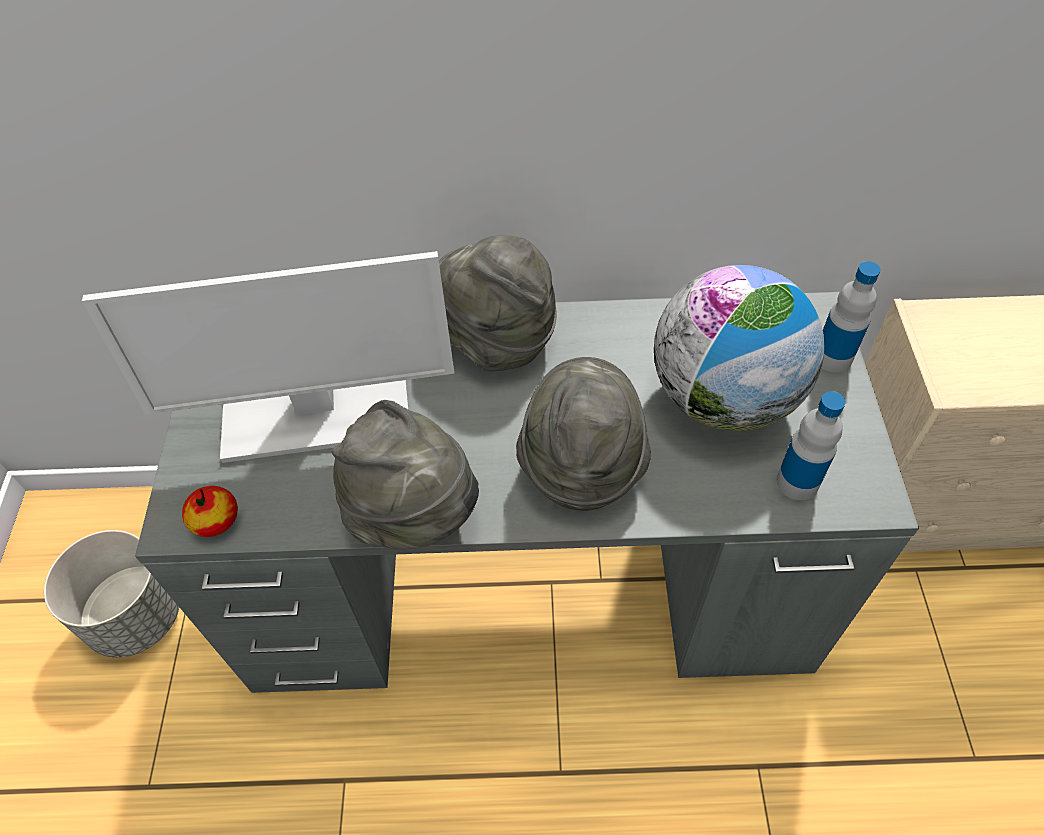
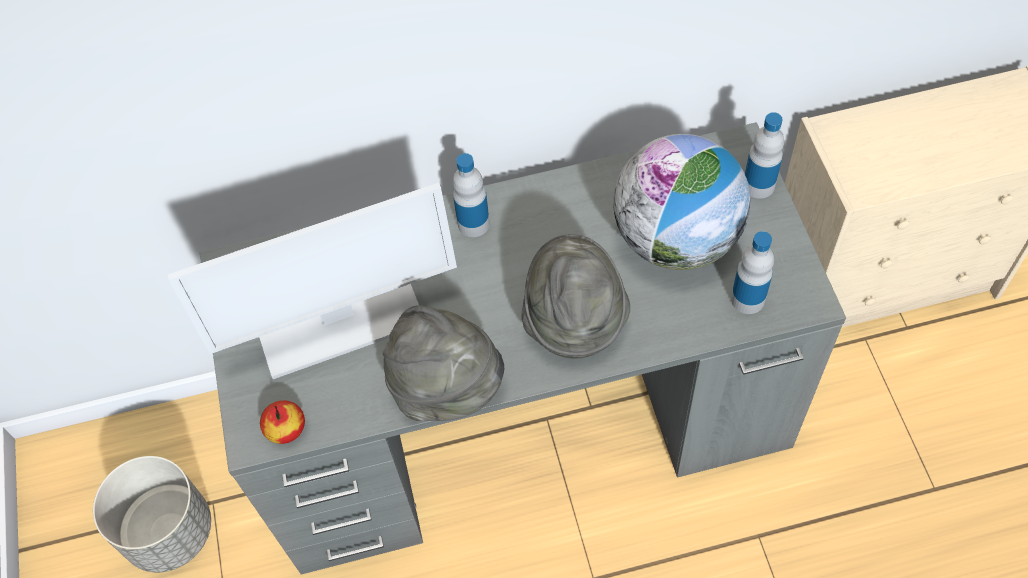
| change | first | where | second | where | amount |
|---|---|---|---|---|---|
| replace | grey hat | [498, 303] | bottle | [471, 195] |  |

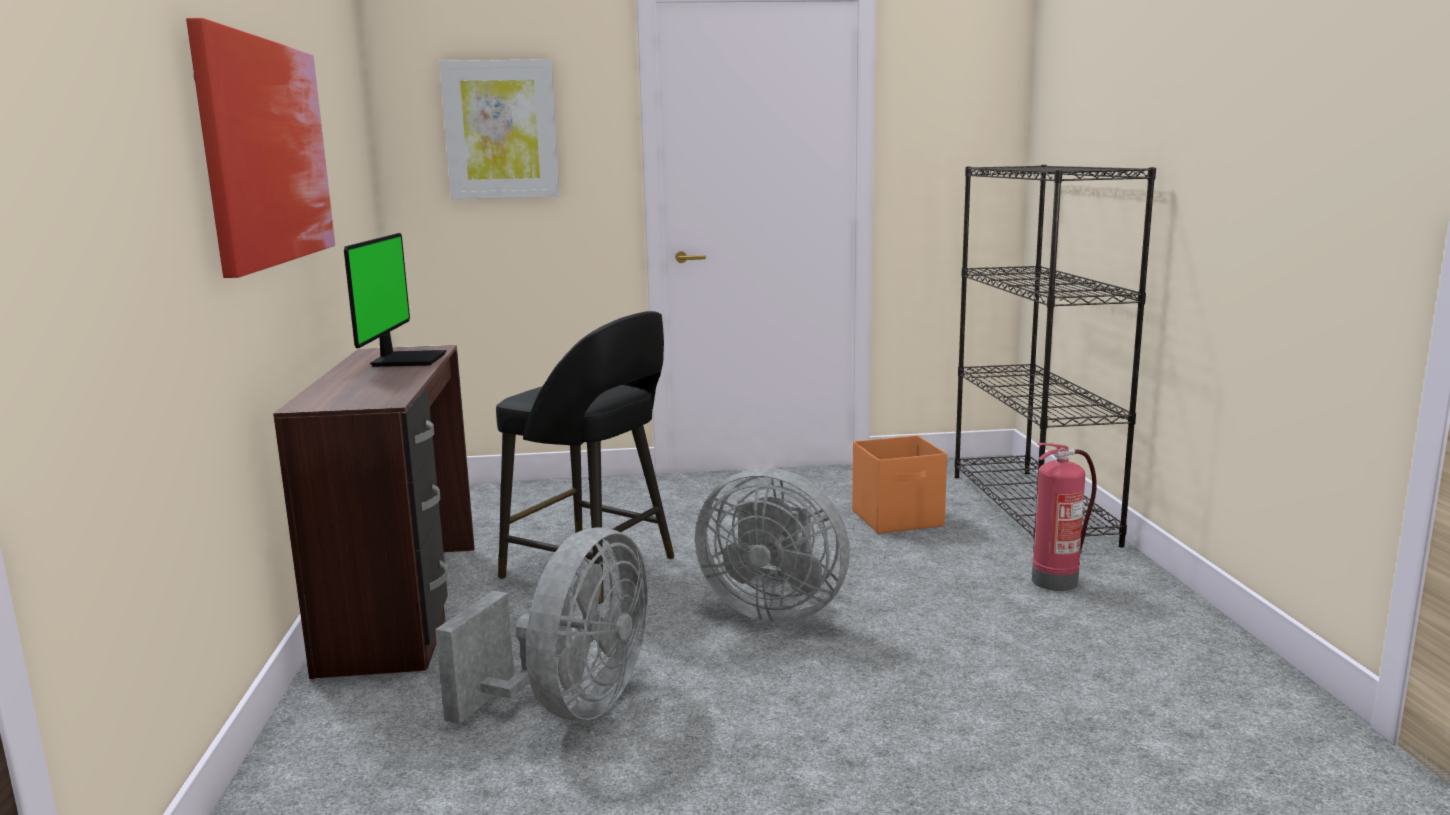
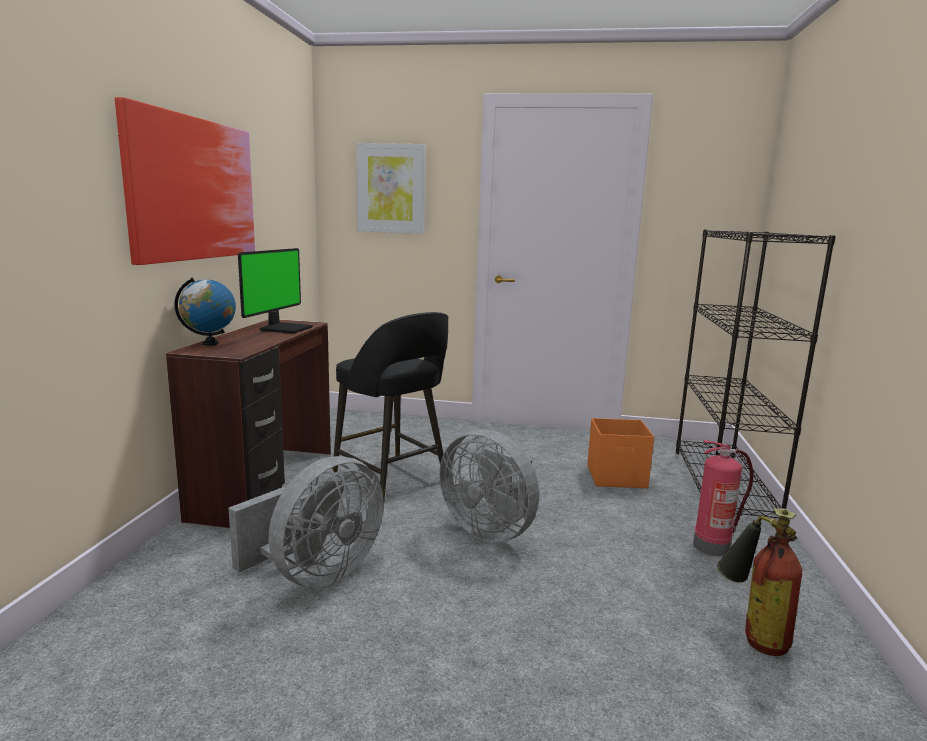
| change | first | where | second | where | amount |
|---|---|---|---|---|---|
| insert |  |  | globe | [205, 311] |  |
| insert |  |  | fire extinguisher | [759, 582] |  |

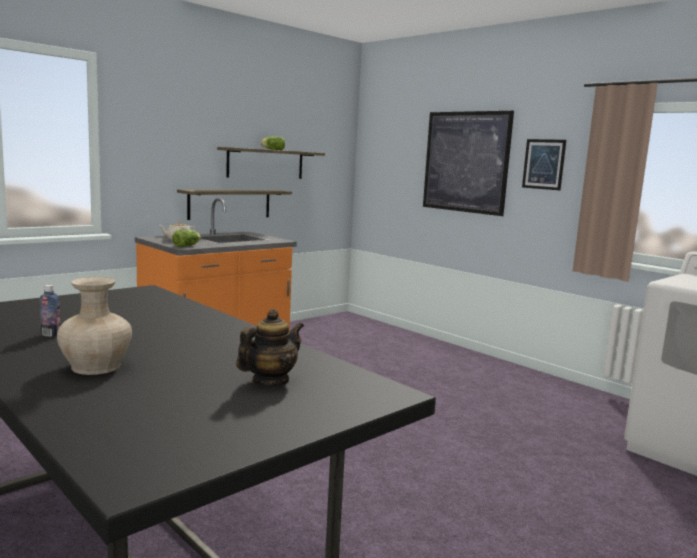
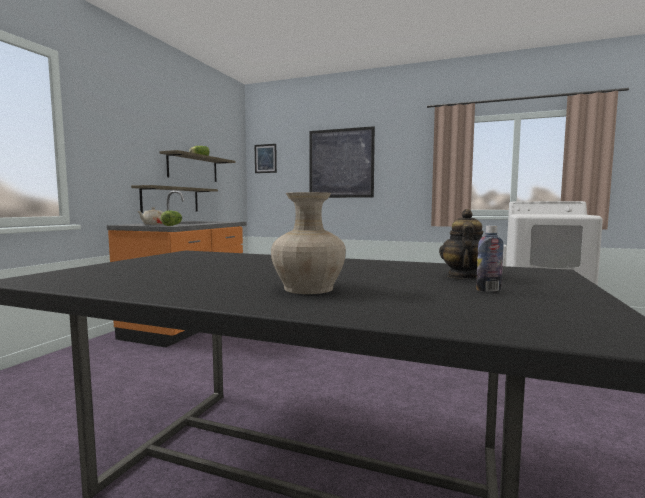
| change | first | where | second | where | amount |
|---|---|---|---|---|---|
| move | picture | [544, 164] |  | [266, 158] |  |
| move | bottle | [50, 311] |  | [490, 259] |  |

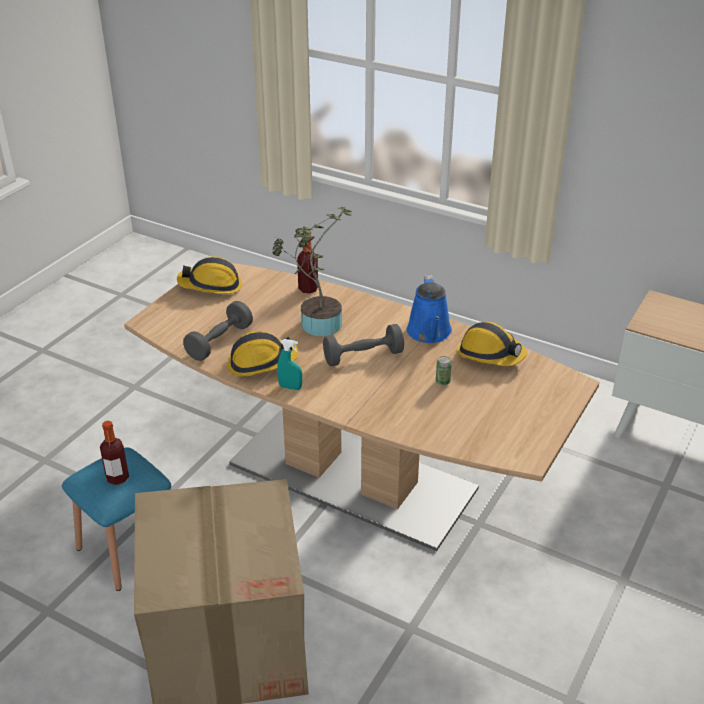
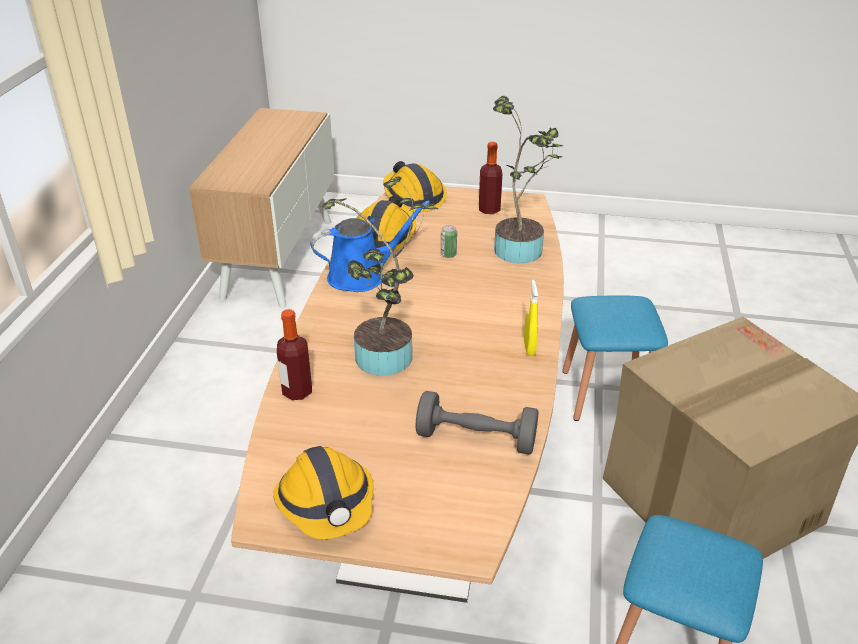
| change | first | where | second | where | amount |
|---|---|---|---|---|---|
| move | hard hat | [263, 353] |  | [415, 186] |  |
| move | bottle | [114, 453] |  | [490, 178] |  |
| insert |  |  | potted plant | [528, 179] |  |
| recolor | turquoise spray bottle | [289, 364] | yellow spray bottle | [531, 318] |  |
| insert |  |  | blue stool | [615, 358] |  |
| delete | grey dumbbell | [363, 345] |  |  |  |

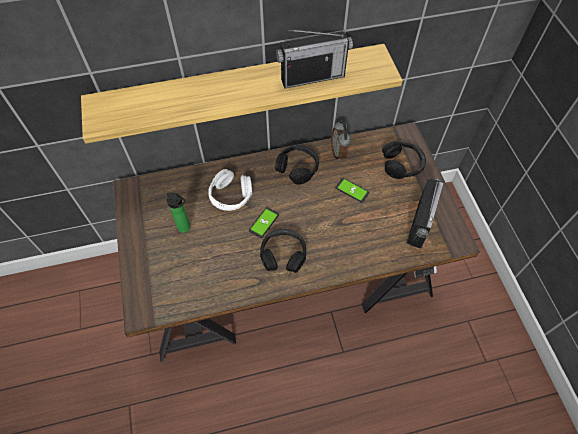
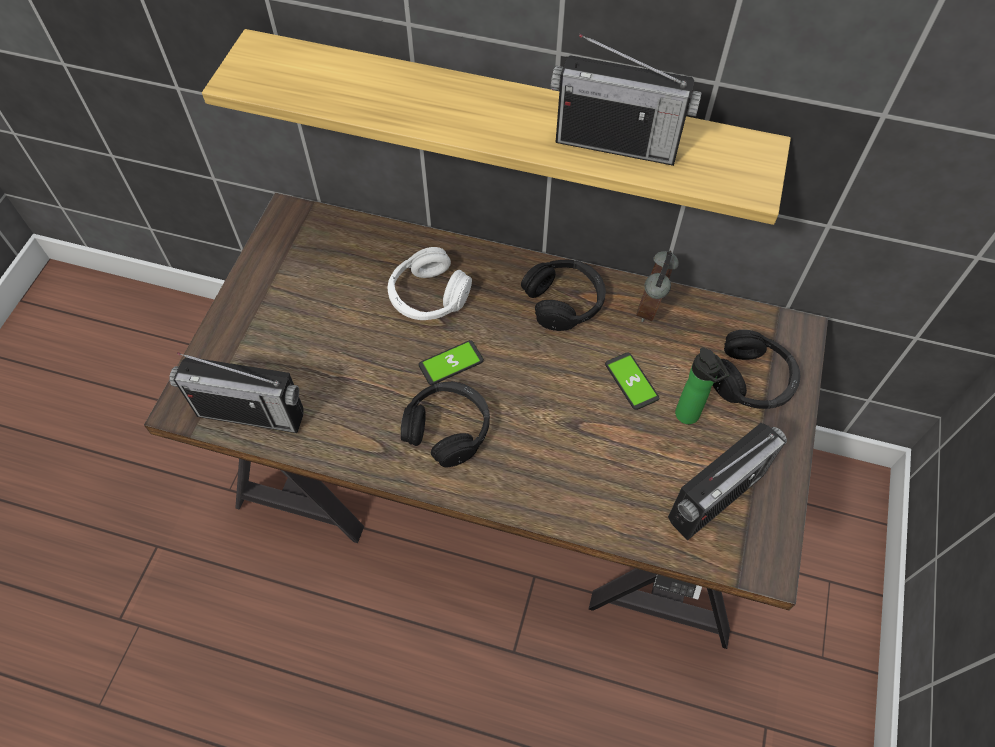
| change | first | where | second | where | amount |
|---|---|---|---|---|---|
| insert |  |  | radio | [236, 392] |  |
| move | bottle | [179, 212] |  | [702, 385] |  |

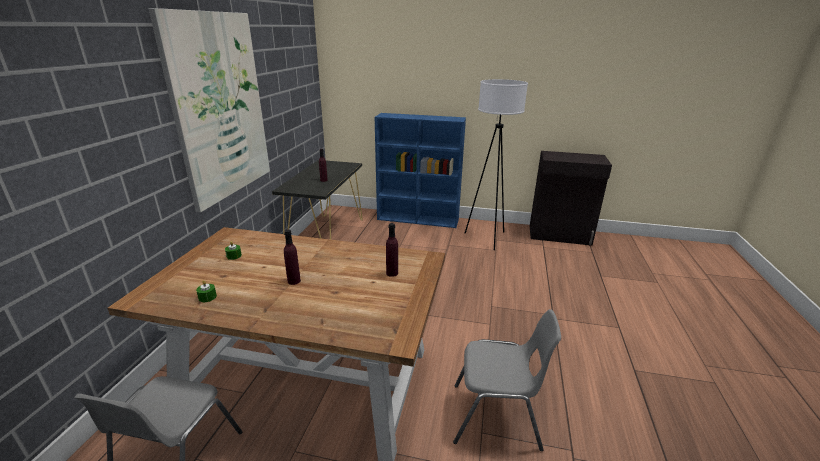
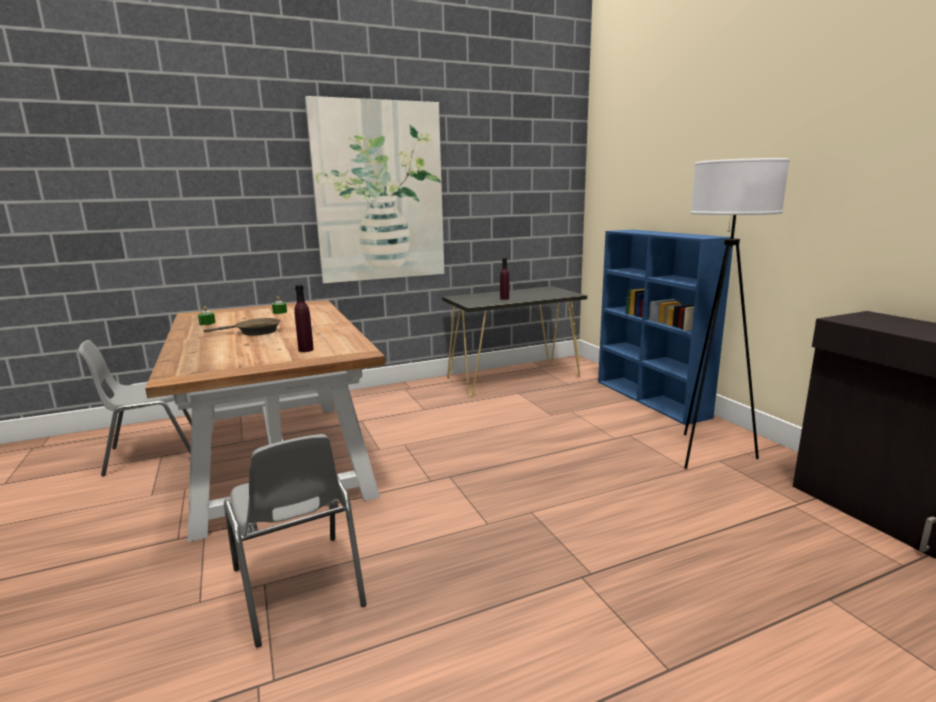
| change | first | where | second | where | amount |
|---|---|---|---|---|---|
| replace | purple bottle | [292, 257] | brown frying pan | [242, 327] |  |

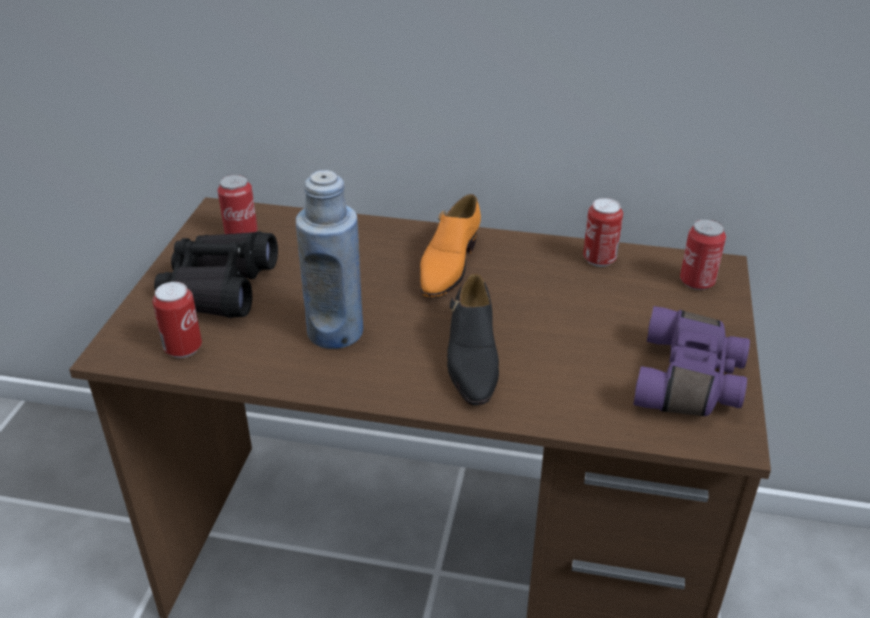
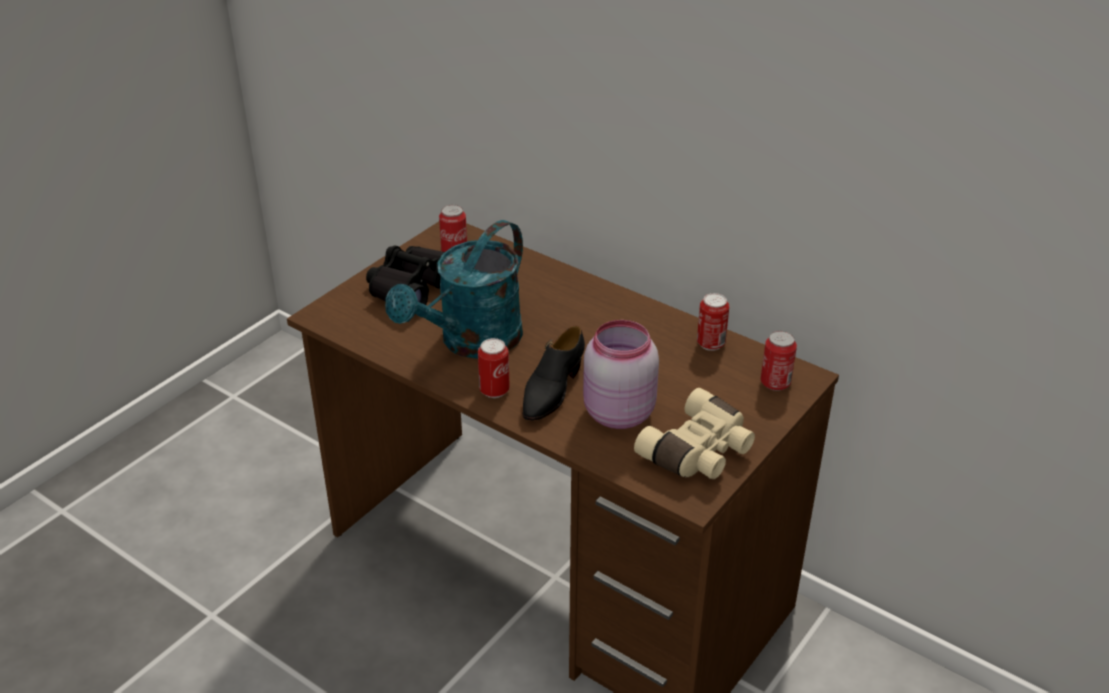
| change | first | where | second | where | amount |
|---|---|---|---|---|---|
| replace | blue bottle | [329, 259] | turquoise watering can | [454, 289] |  |
| move | can | [177, 320] |  | [494, 368] |  |
| insert |  |  | pink jar | [621, 374] |  |
| recolor | purple binoculars | [691, 361] | beige binoculars | [694, 433] |  |
| delete | orange shoe | [450, 245] |  |  |  |

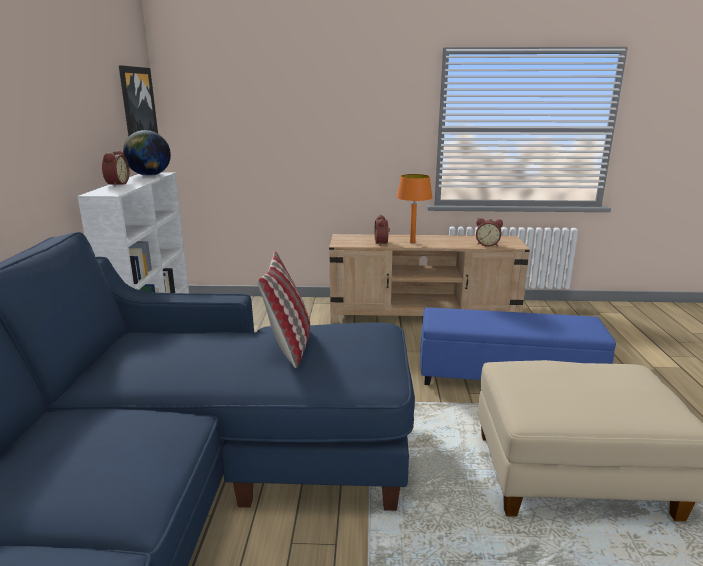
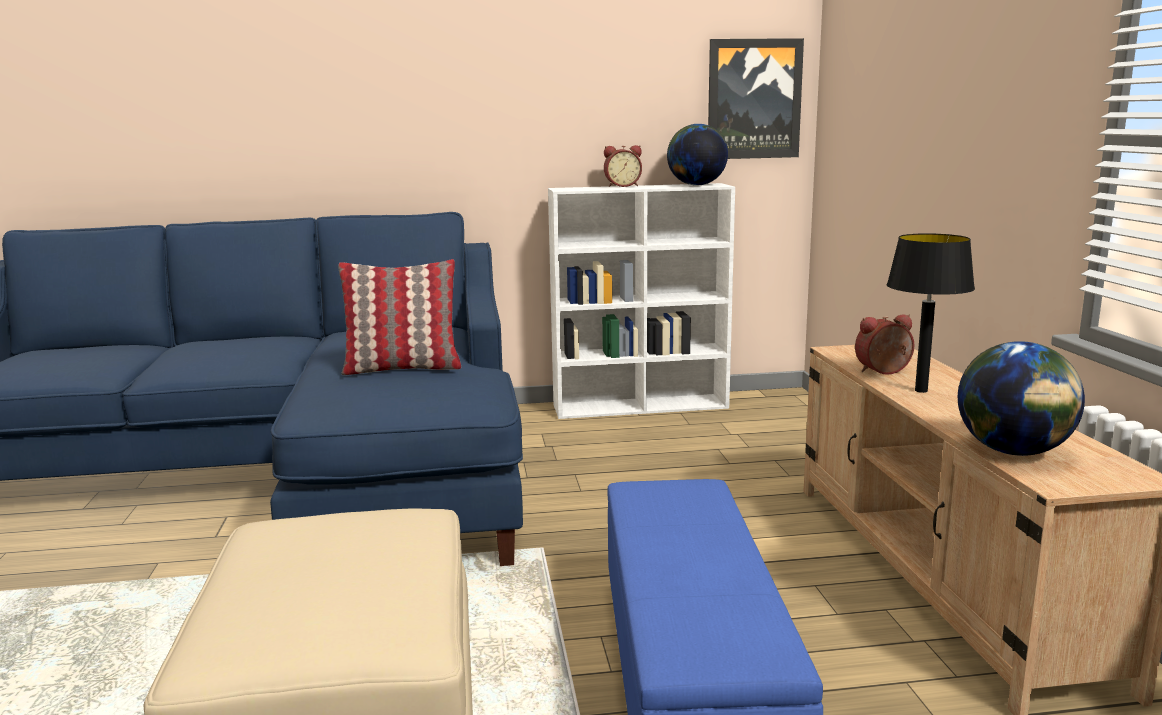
| change | first | where | second | where | amount |
|---|---|---|---|---|---|
| recolor | orange table lamp | [415, 209] | black table lamp | [931, 313] |  |
| replace | alarm clock | [489, 232] | globe | [1021, 398] |  |

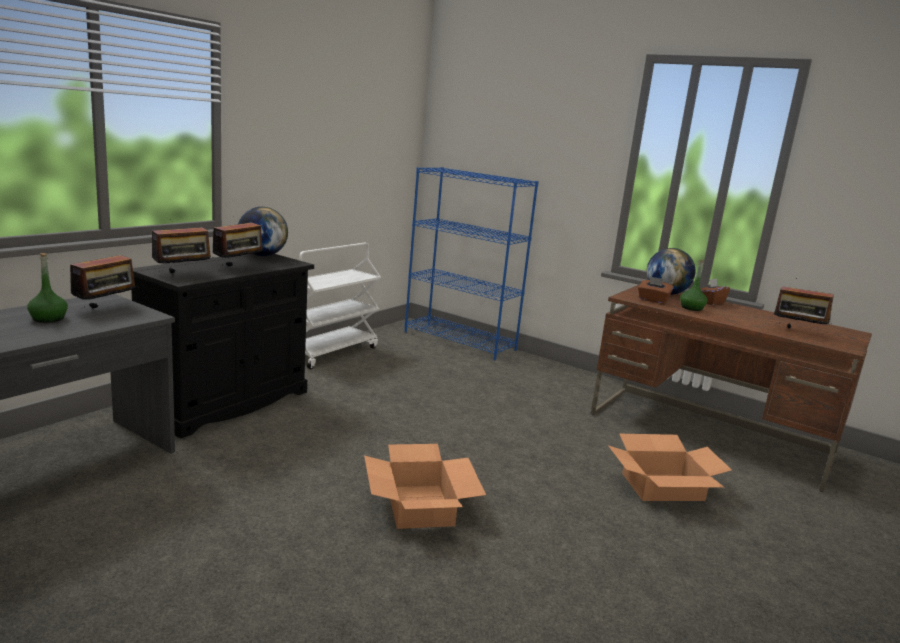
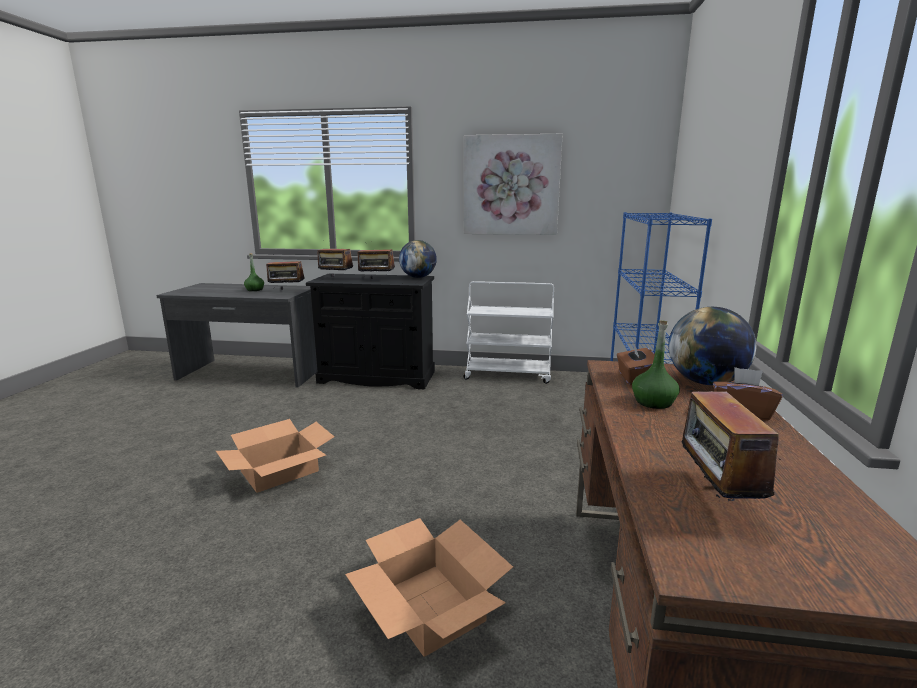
| change | first | where | second | where | amount |
|---|---|---|---|---|---|
| insert |  |  | picture | [513, 184] |  |

